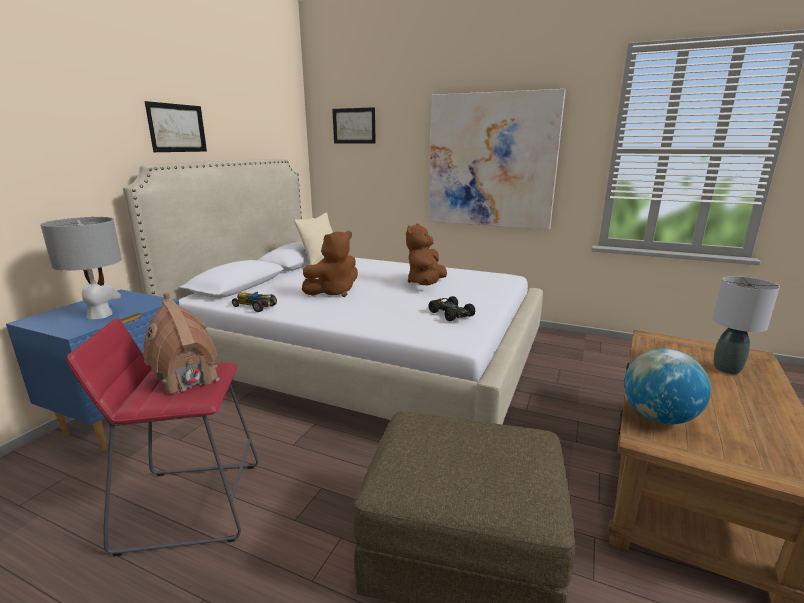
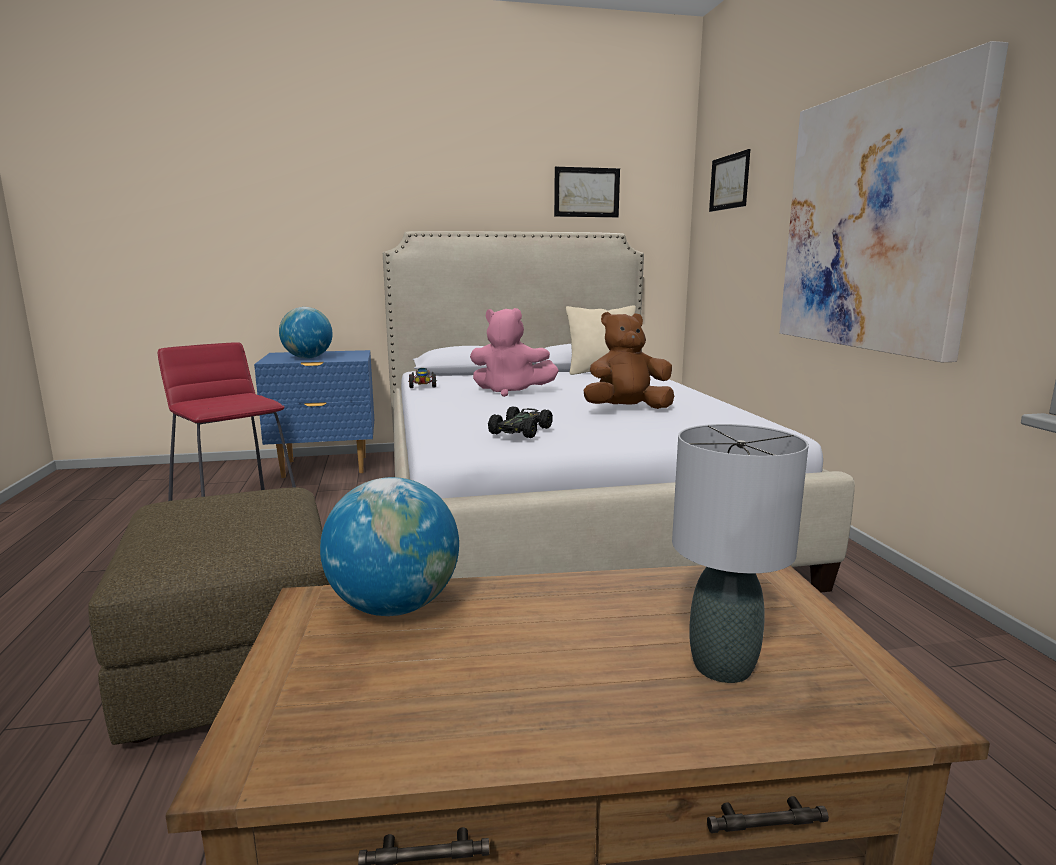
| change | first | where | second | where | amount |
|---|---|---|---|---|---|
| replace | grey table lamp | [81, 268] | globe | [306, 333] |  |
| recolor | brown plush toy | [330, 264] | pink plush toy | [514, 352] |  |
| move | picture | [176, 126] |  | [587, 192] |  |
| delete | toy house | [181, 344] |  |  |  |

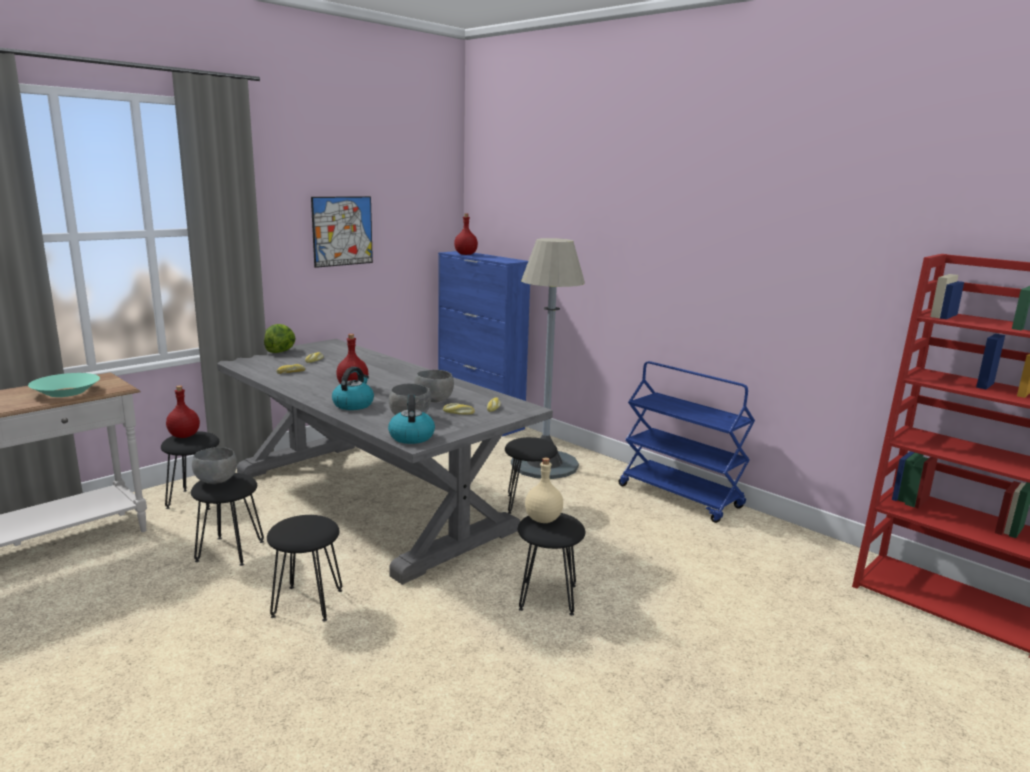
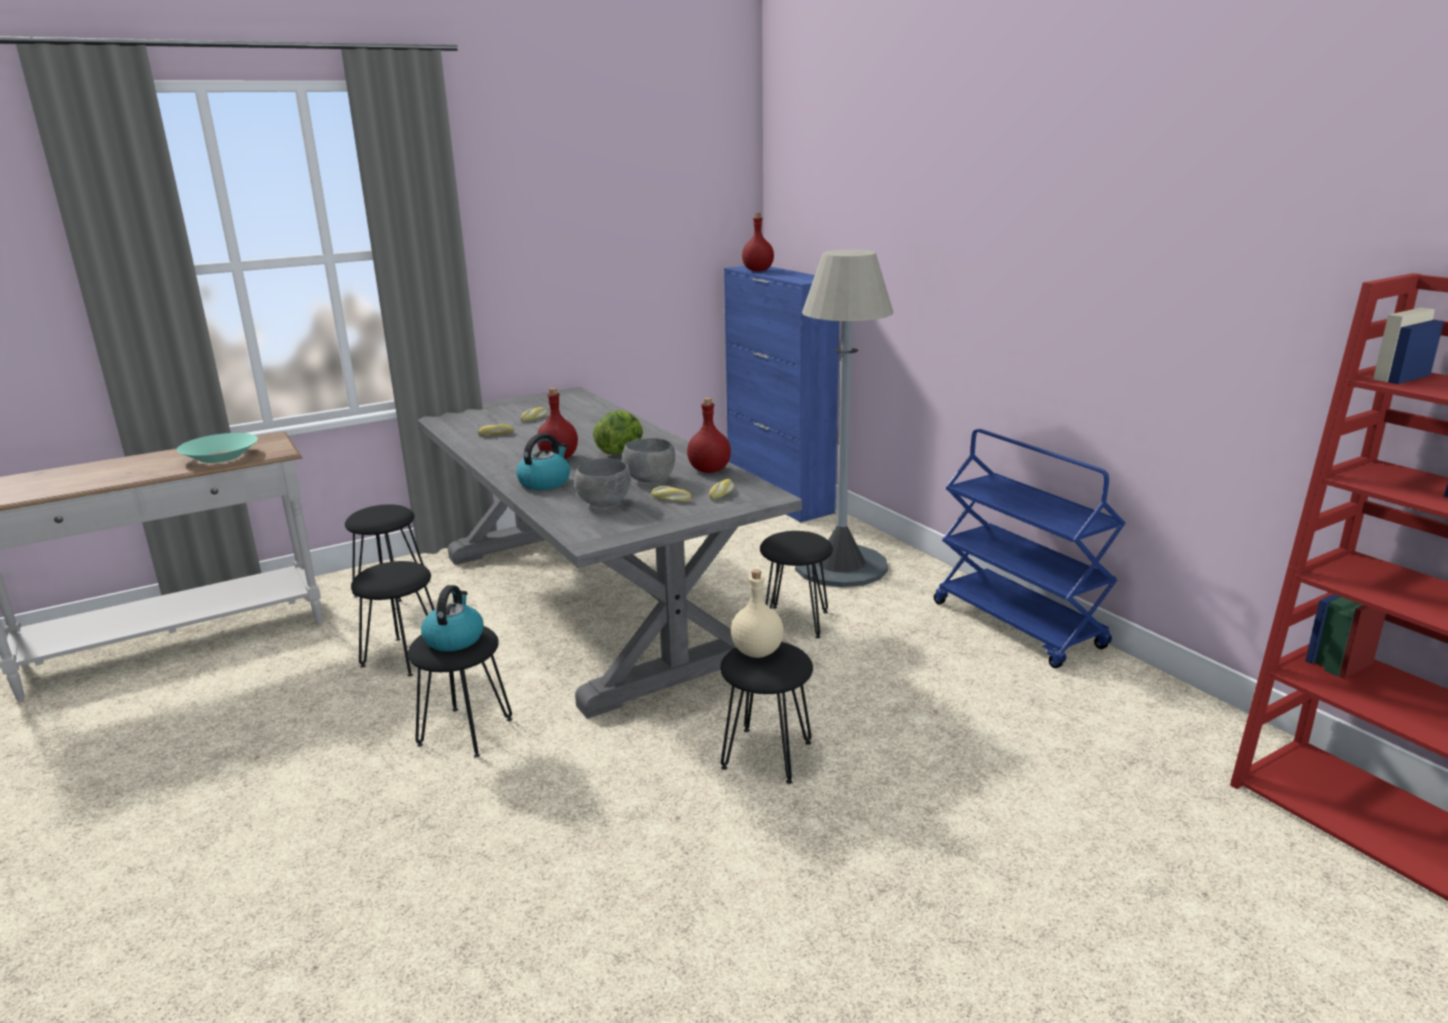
| change | first | where | second | where | amount |
|---|---|---|---|---|---|
| move | kettle | [411, 419] |  | [452, 618] |  |
| move | lettuce | [280, 338] |  | [618, 432] |  |
| move | red bottle | [183, 412] |  | [709, 435] |  |
| delete | grey bowl | [214, 465] |  |  |  |
| delete | picture | [342, 232] |  |  |  |

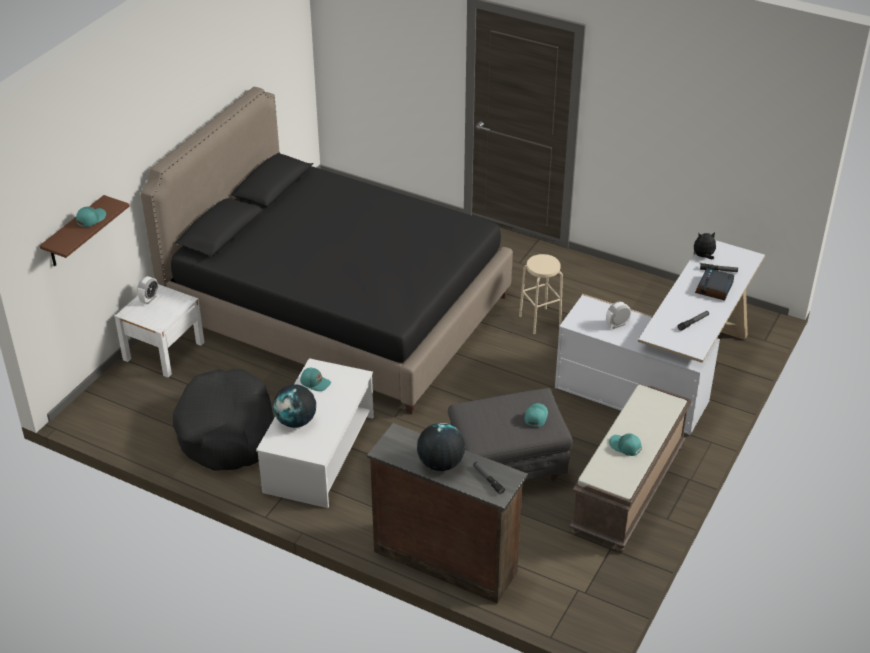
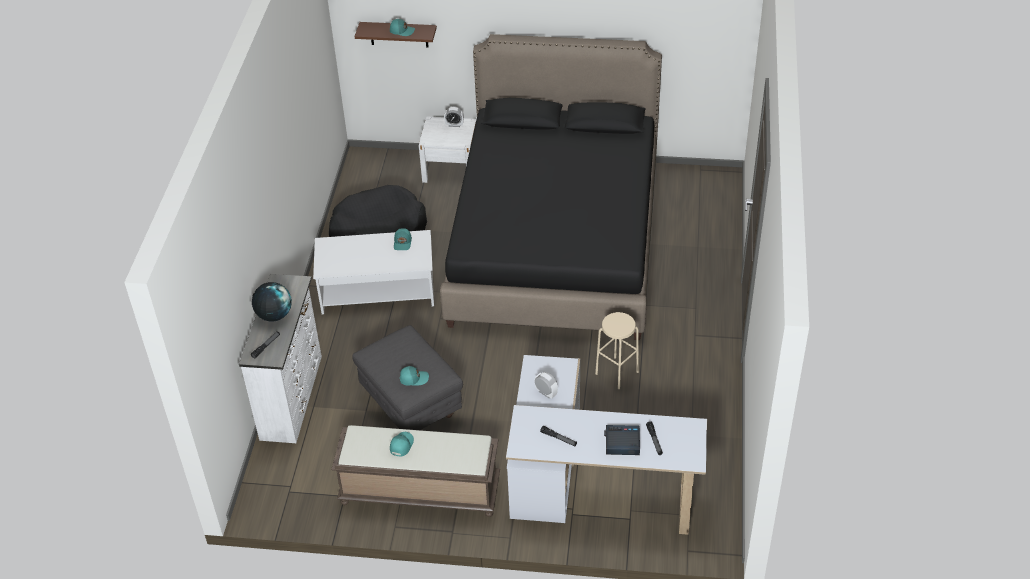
| change | first | where | second | where | amount |
|---|---|---|---|---|---|
| recolor | brown dresser | [447, 513] | white dresser | [280, 358] |  |
| delete | globe | [294, 406] |  |  |  |
| delete | plush toy | [705, 246] |  |  |  |

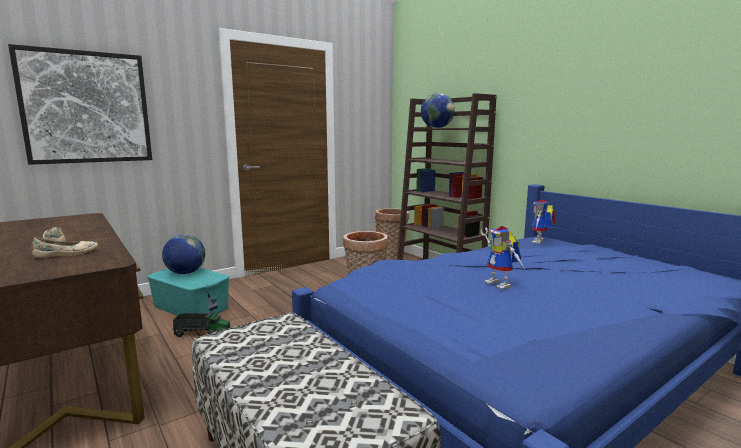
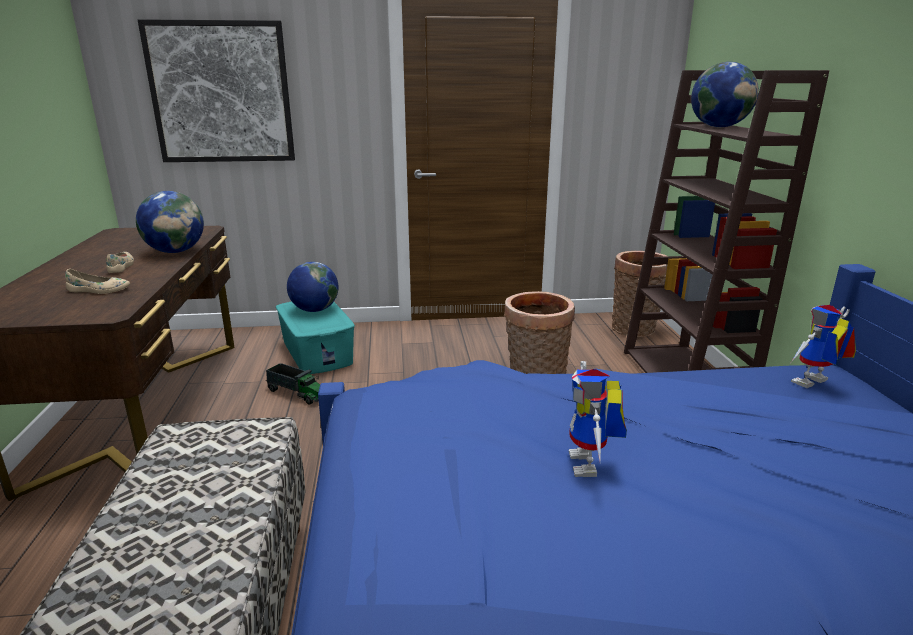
| change | first | where | second | where | amount |
|---|---|---|---|---|---|
| insert |  |  | globe | [170, 222] |  |

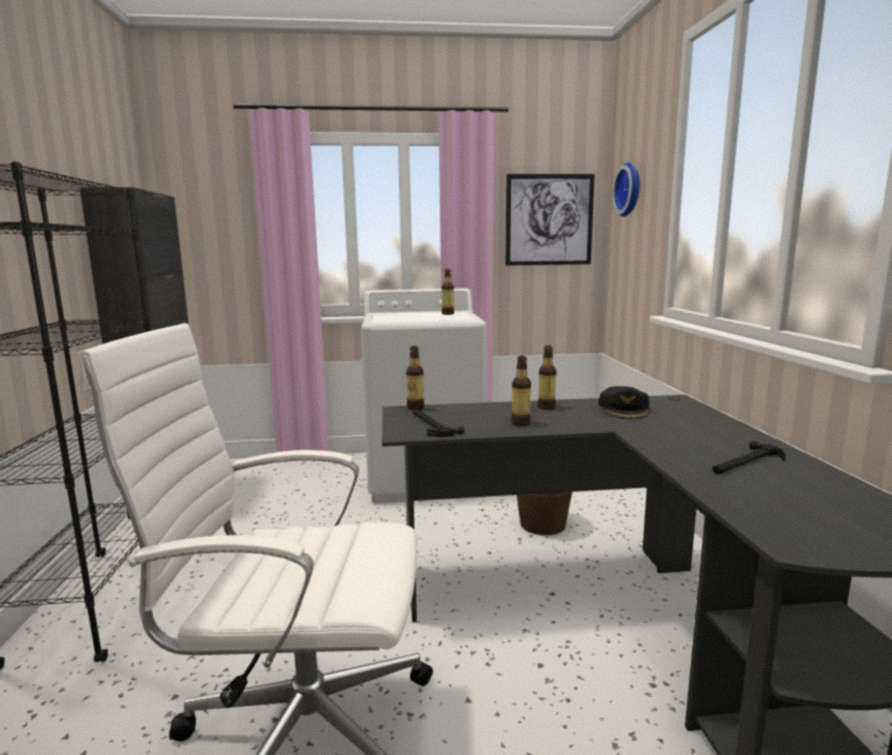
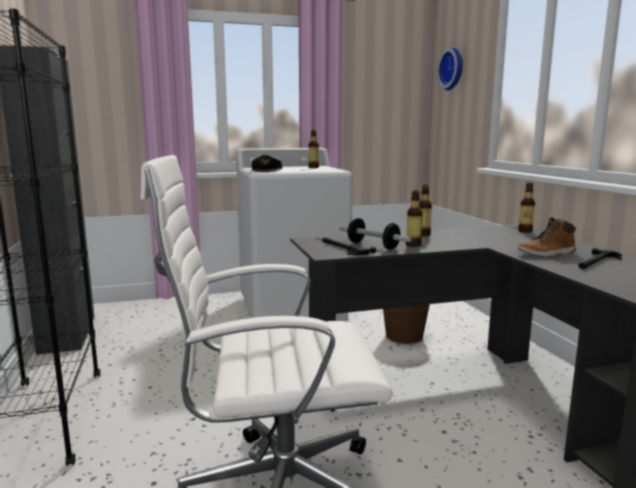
| change | first | where | second | where | amount |
|---|---|---|---|---|---|
| move | black cap | [624, 402] |  | [267, 163] |  |
| insert |  |  | dumbbell | [375, 234] |  |
| insert |  |  | boot | [546, 237] |  |
| move | bottle | [415, 378] |  | [526, 208] |  |
| delete | picture | [550, 220] |  |  |  |

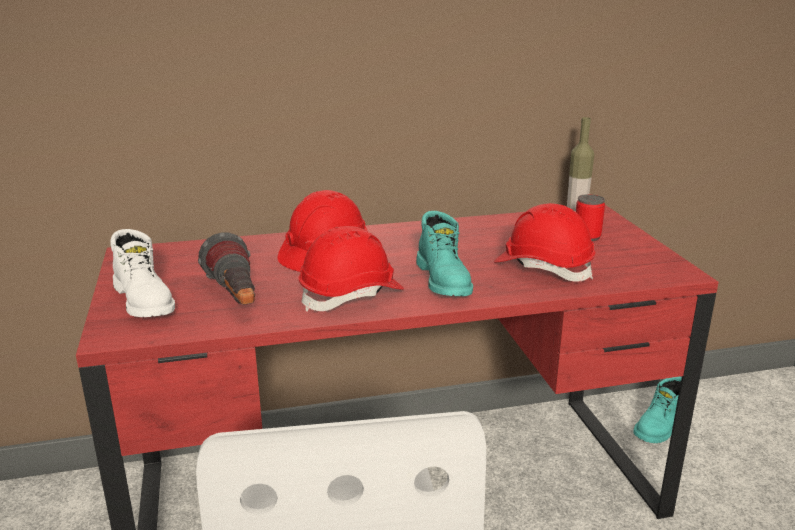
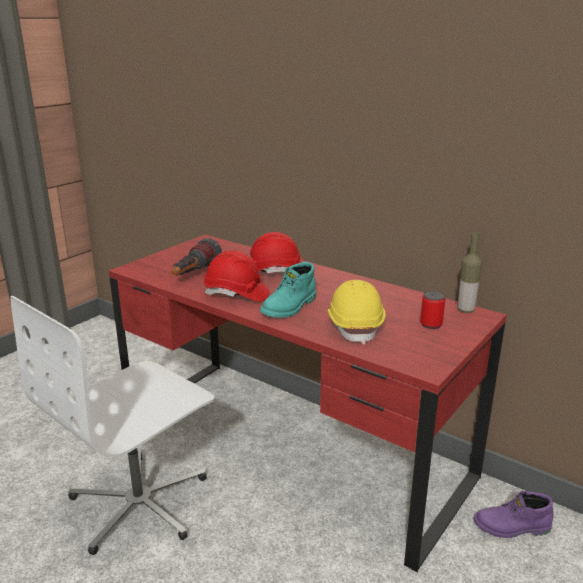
| change | first | where | second | where | amount |
|---|---|---|---|---|---|
| recolor | red hard hat | [545, 242] | yellow hard hat | [356, 312] |  |
| recolor | turquoise boot | [657, 410] | purple boot | [513, 514] |  |
| delete | white boot | [142, 273] |  |  |  |

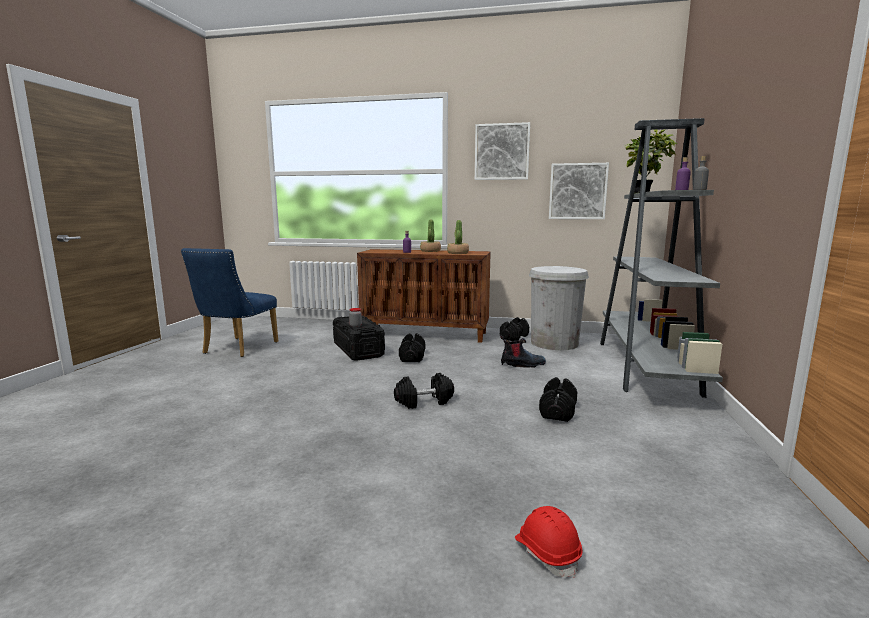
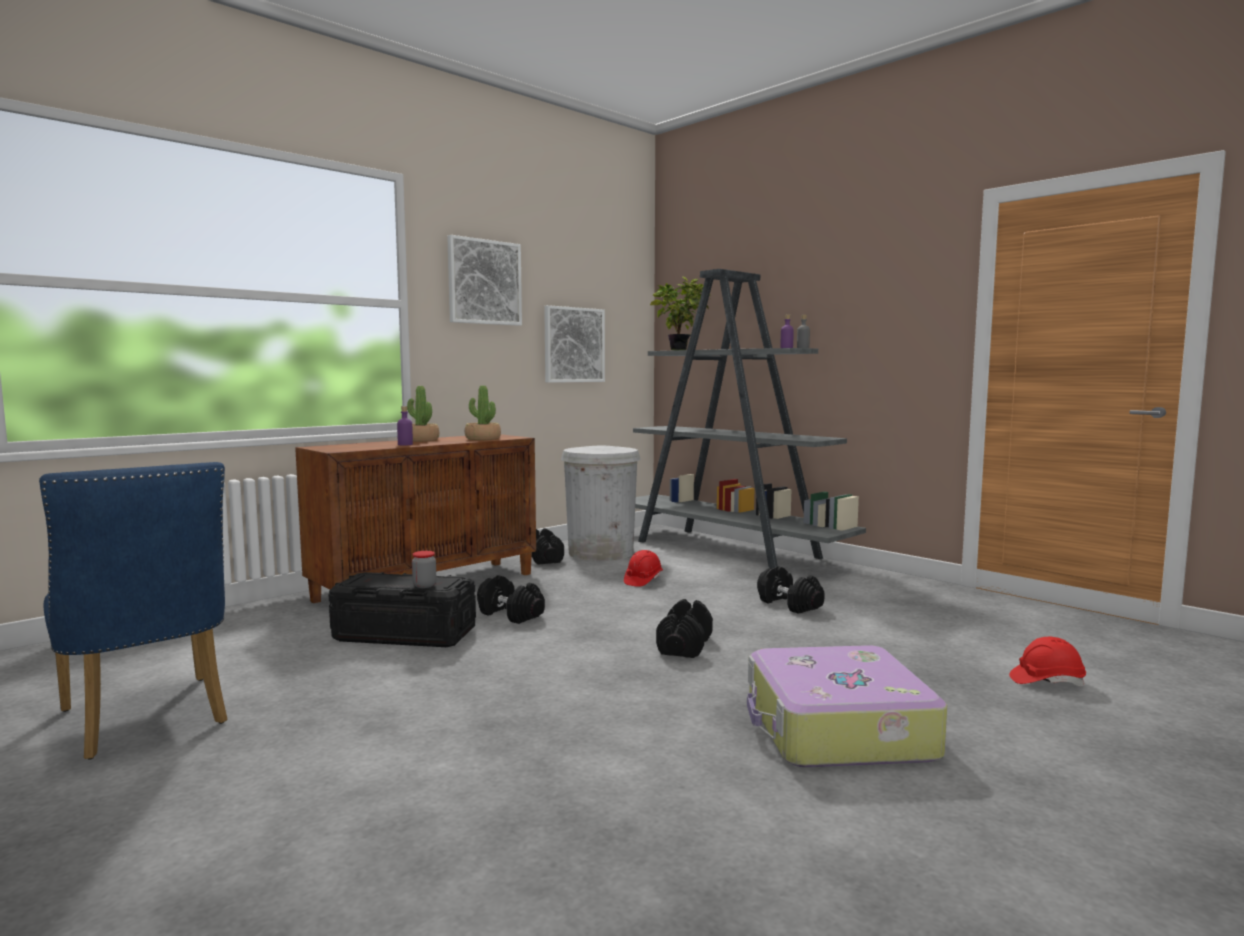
| change | first | where | second | where | amount |
|---|---|---|---|---|---|
| replace | boot | [523, 351] | red hard hat | [643, 568] |  |
| insert |  |  | suitcase | [847, 706] |  |

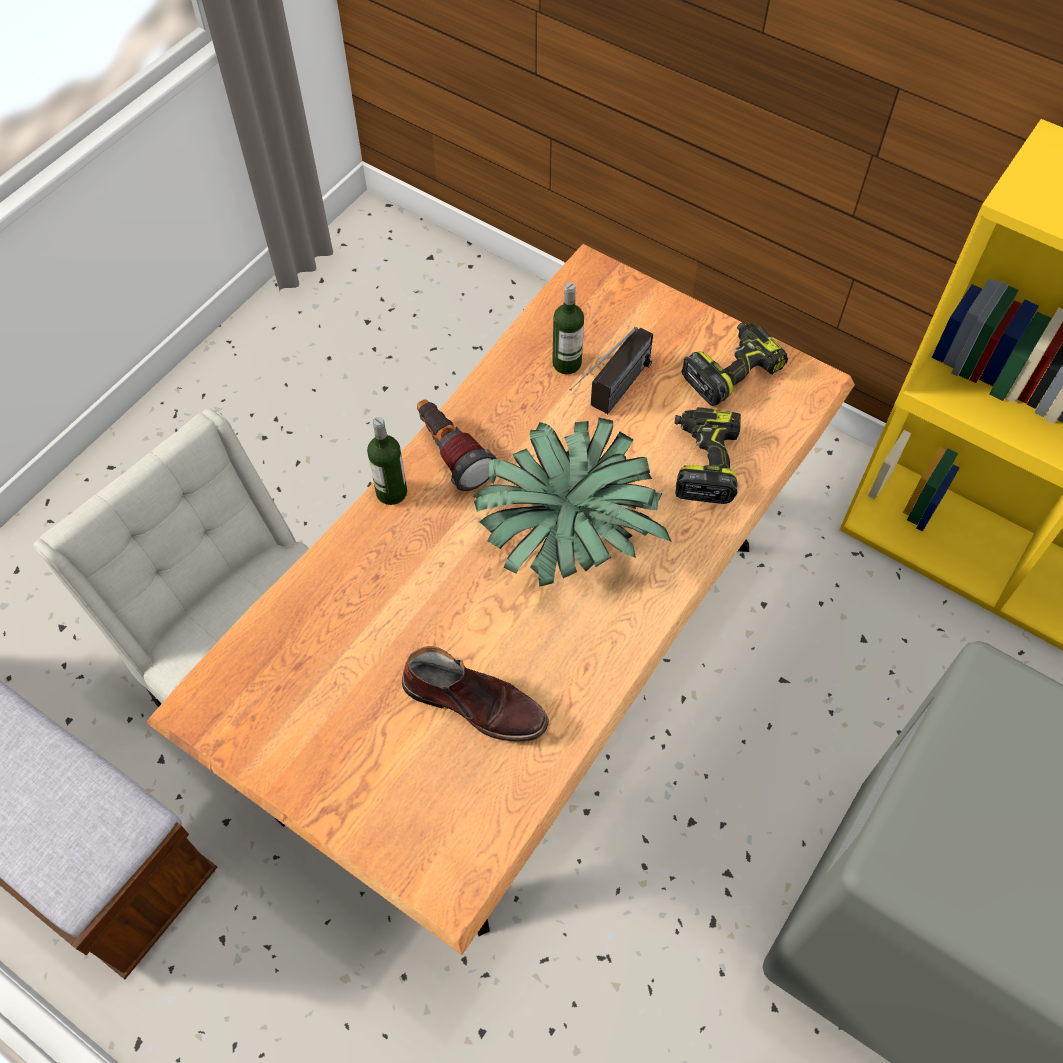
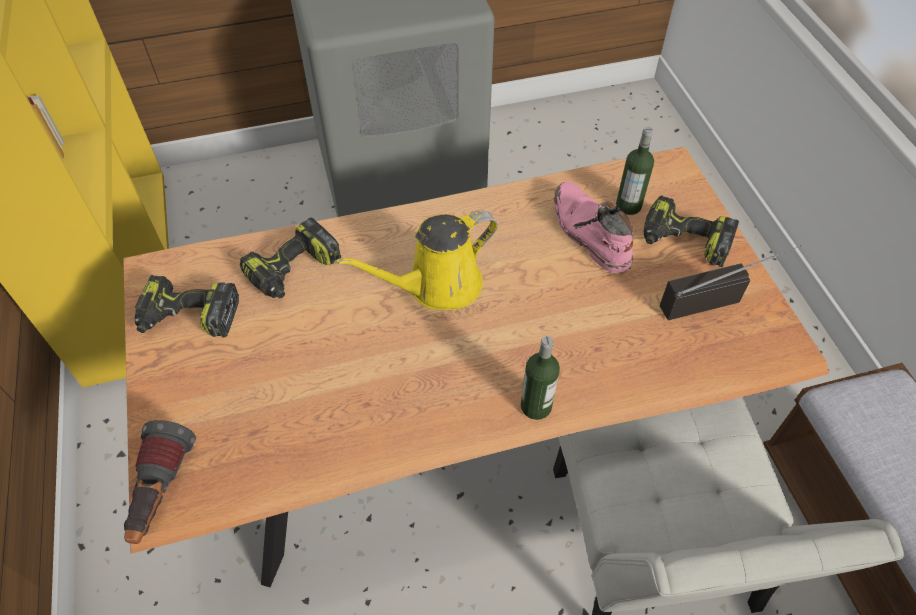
| change | first | where | second | where | amount |
|---|---|---|---|---|---|
| move | flashlight | [457, 445] |  | [160, 482] |  |
| replace | potted plant | [572, 502] | yellow watering can | [417, 260] |  |
| recolor | brown boot | [475, 694] | pink boot | [593, 227] |  |
| move | bottle | [568, 328] |  | [635, 171] |  |
| insert |  |  | power drill | [691, 231] |  |
| move | radio | [611, 370] |  | [730, 282] |  |

